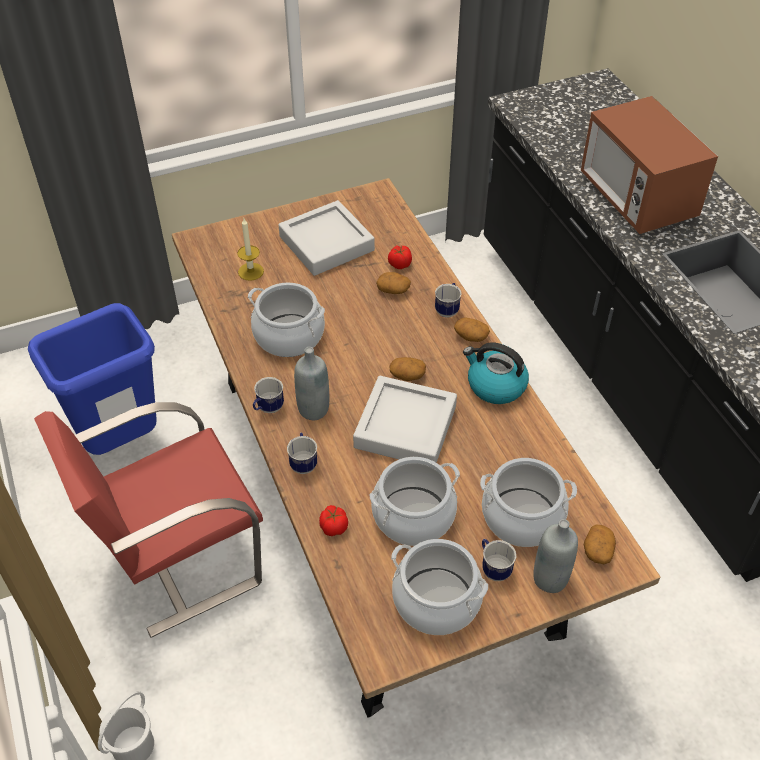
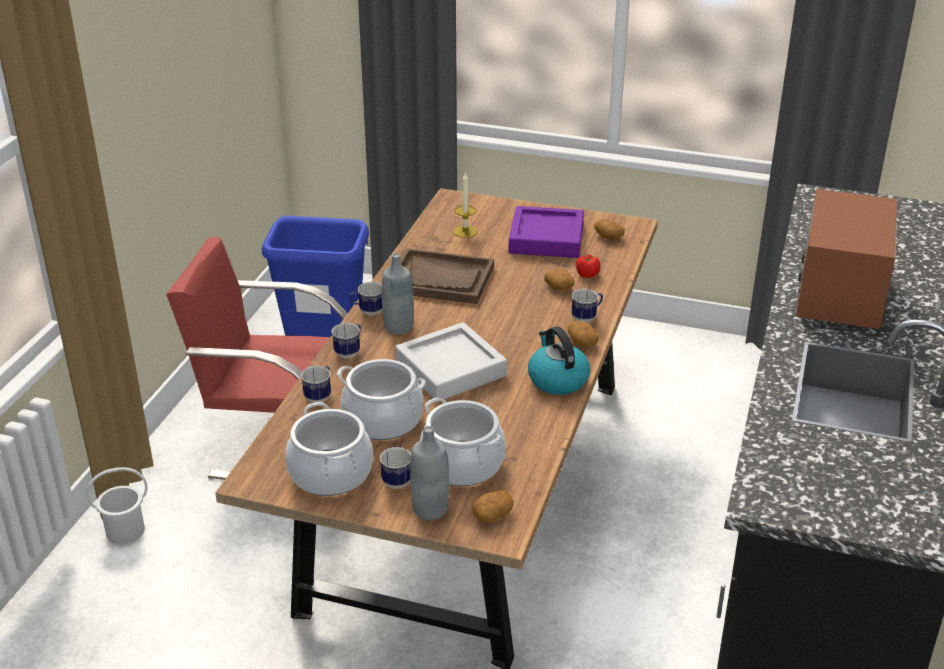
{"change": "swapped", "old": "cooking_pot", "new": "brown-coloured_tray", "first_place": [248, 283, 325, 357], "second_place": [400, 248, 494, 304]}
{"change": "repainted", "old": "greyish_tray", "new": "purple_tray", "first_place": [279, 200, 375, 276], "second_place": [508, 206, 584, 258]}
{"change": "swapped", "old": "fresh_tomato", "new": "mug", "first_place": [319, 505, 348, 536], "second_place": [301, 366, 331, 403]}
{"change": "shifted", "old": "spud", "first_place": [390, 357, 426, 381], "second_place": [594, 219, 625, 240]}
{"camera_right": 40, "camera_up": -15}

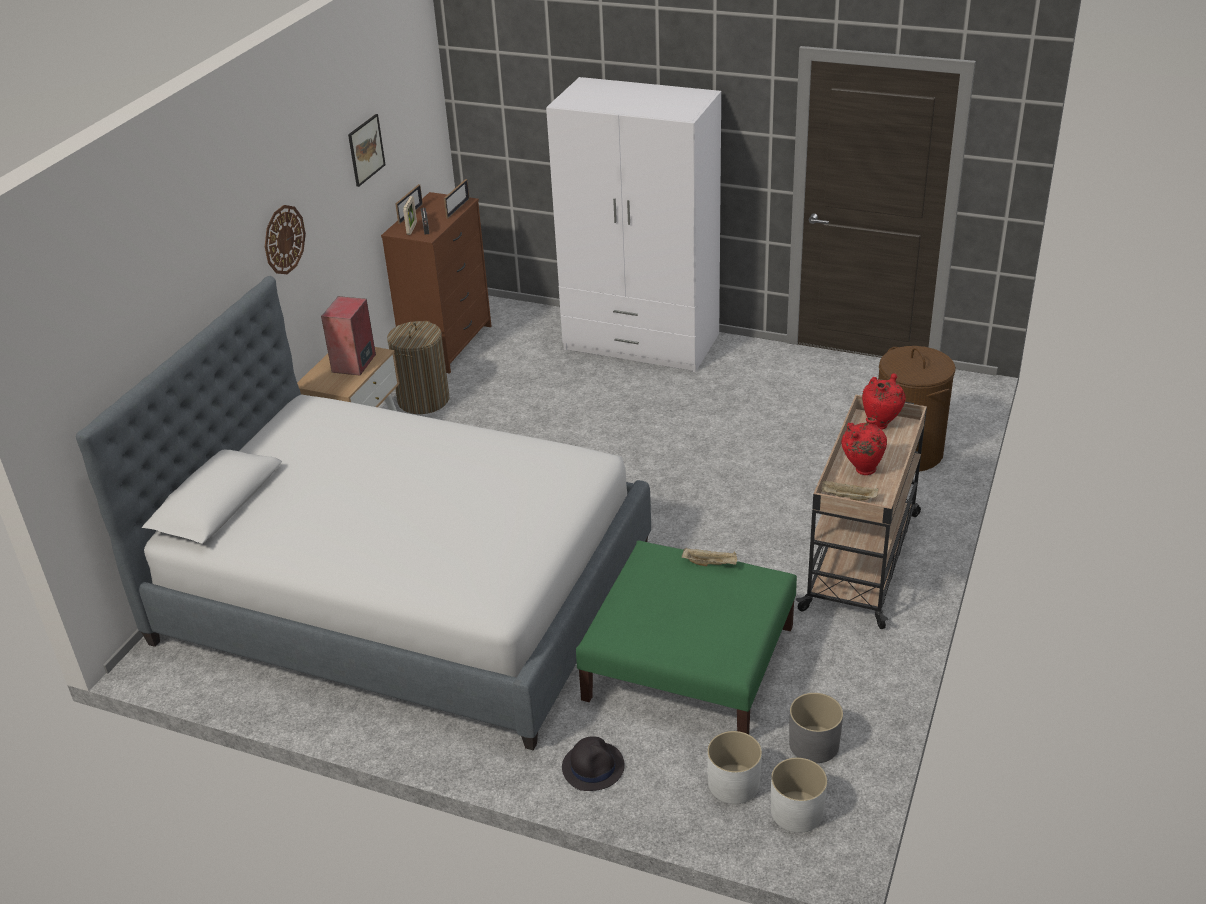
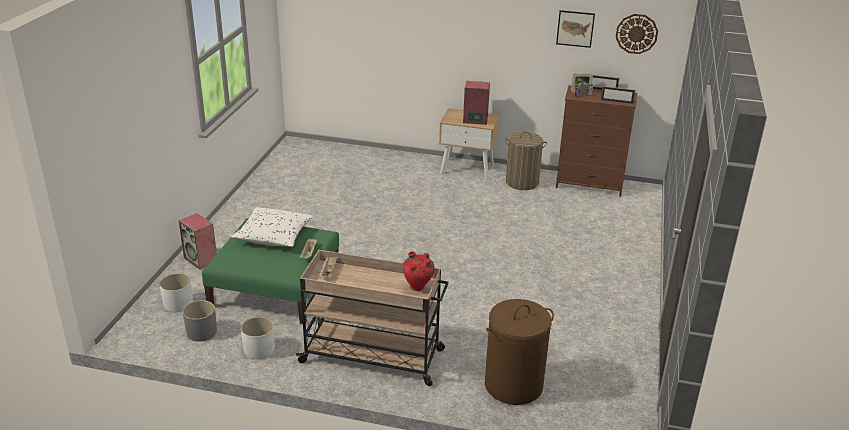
{"change": "gone", "old": "bed", "first_place": [76, 276, 651, 750]}
{"change": "shifted", "old": "wall_clock", "first_place": [265, 205, 306, 274], "second_place": [616, 14, 658, 54]}
{"change": "gone", "old": "whitish_clothes_cupboard", "first_place": [546, 77, 721, 372]}
{"change": "swapped", "old": "blackish_clothing_hat", "new": "audio_speaker", "first_place": [562, 736, 625, 791], "second_place": [179, 213, 217, 269]}
{"change": "shifted", "old": "whitish_planter", "first_place": [771, 758, 827, 833], "second_place": [241, 317, 275, 359]}
{"change": "gone", "old": "red_decorative_vase", "first_place": [842, 417, 887, 475]}
{"change": "new", "new": "whitish_pillow", "second_place": [231, 207, 313, 247]}
{"camera_right": 80, "camera_up": -5}

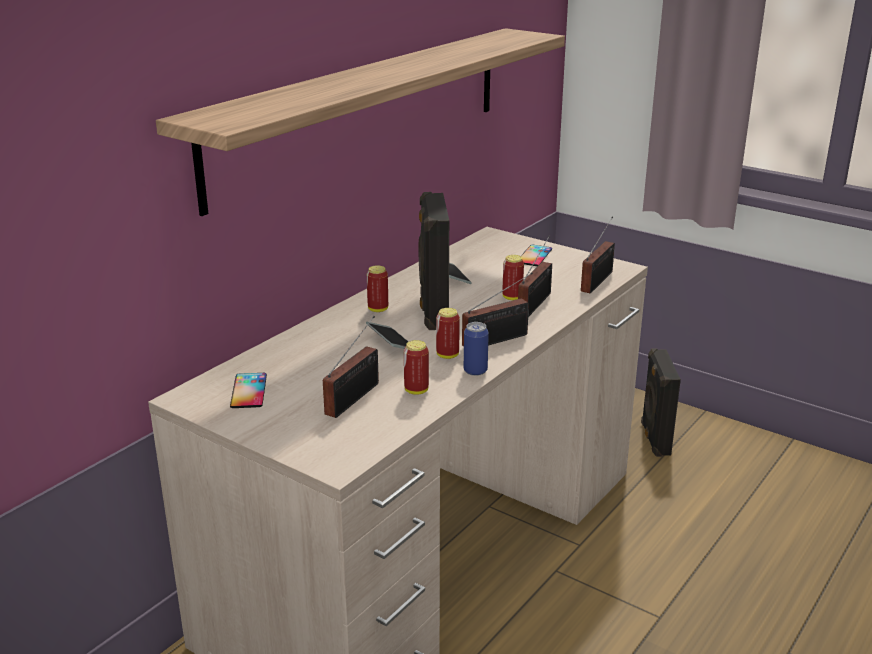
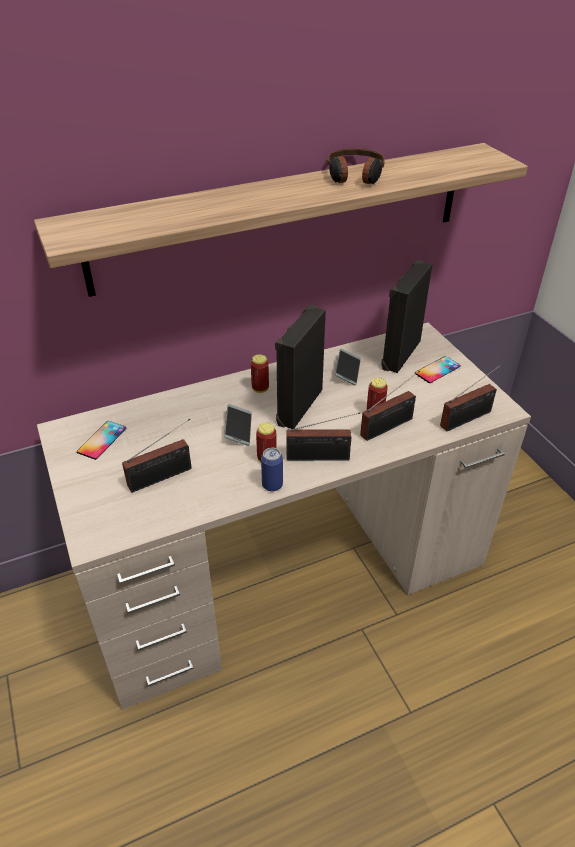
{"change": "gone", "old": "sealed_can", "first_place": [404, 340, 429, 395]}
{"change": "shifted", "old": "blackish_audio_speaker", "first_place": [641, 349, 681, 457], "second_place": [381, 260, 433, 373]}
{"change": "new", "new": "headset", "second_place": [327, 148, 385, 184]}
{"camera_right": 30, "camera_up": 15}

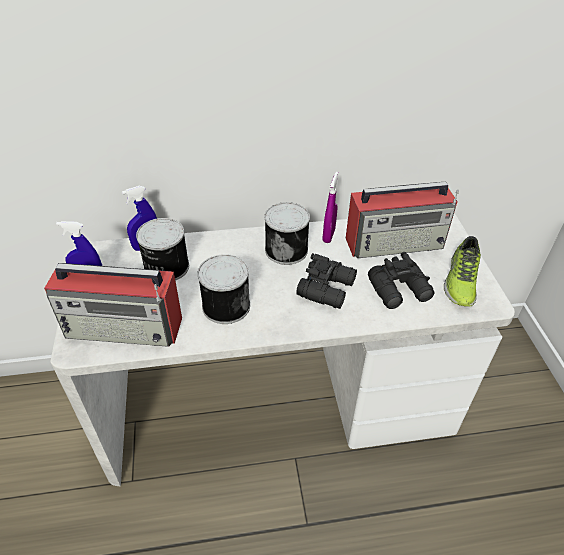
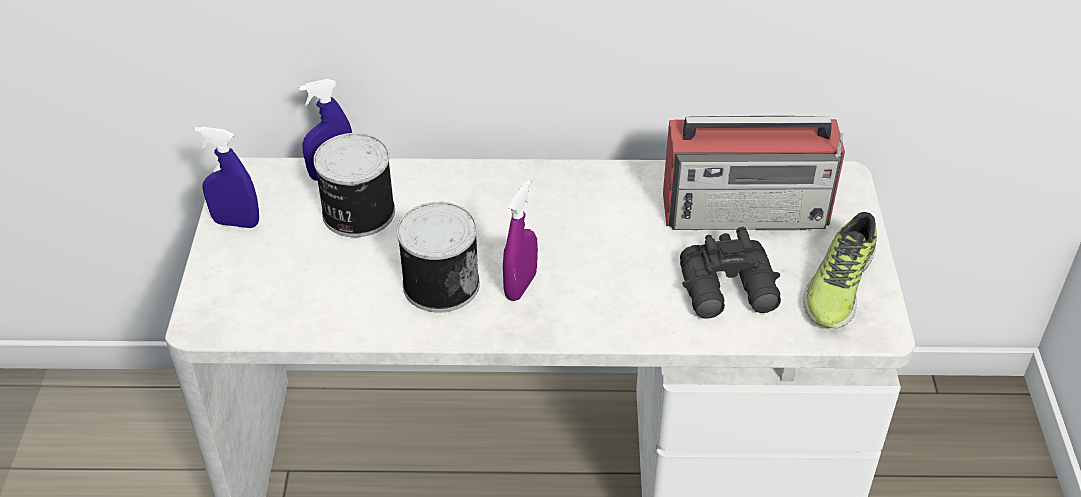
{"change": "gone", "old": "radio_receiver", "first_place": [44, 263, 182, 347]}
{"change": "gone", "old": "sealed_can", "first_place": [265, 202, 310, 265]}
{"change": "gone", "old": "blackish_binoculars", "first_place": [296, 253, 357, 309]}
{"change": "shifted", "old": "purple_hand_sprayer", "first_place": [323, 172, 338, 243], "second_place": [503, 179, 538, 301]}
{"camera_right": 10, "camera_up": 0}

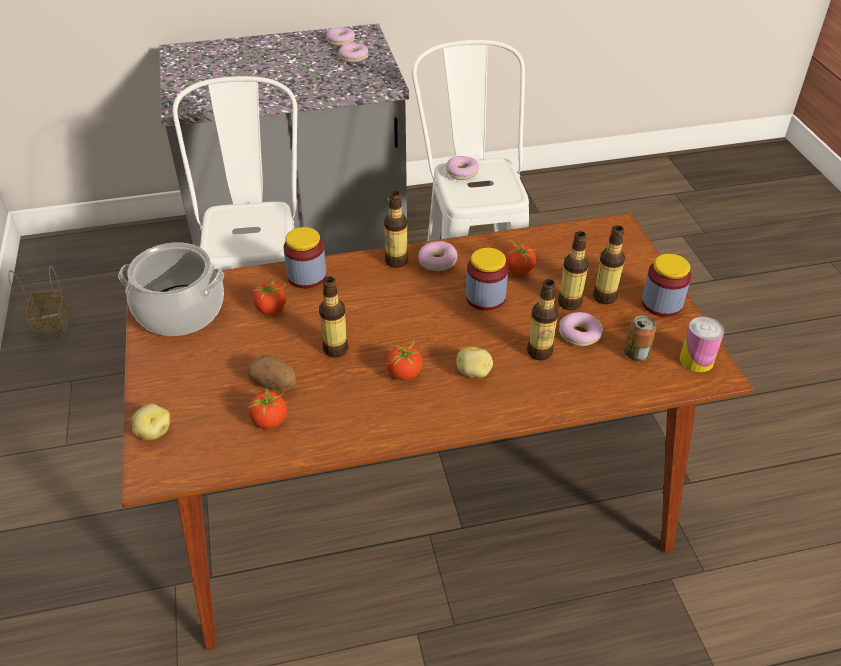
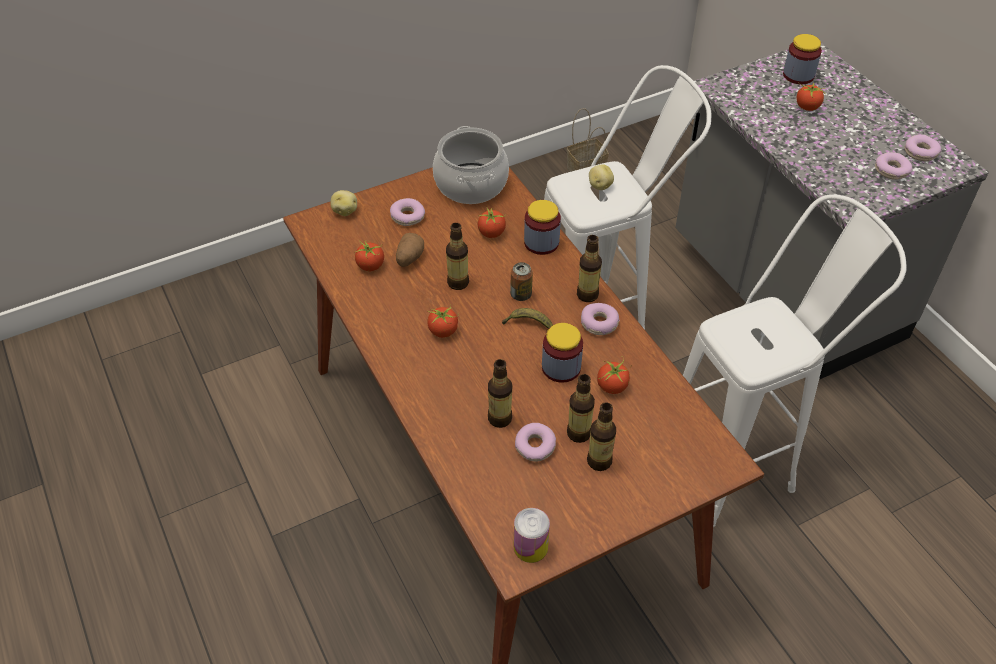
{"change": "shifted", "old": "ring_doughnut", "first_place": [446, 156, 479, 180], "second_place": [390, 198, 425, 226]}
{"change": "shifted", "old": "spud", "first_place": [456, 347, 493, 378], "second_place": [589, 164, 614, 190]}
{"change": "shifted", "old": "sealed_can", "first_place": [624, 315, 656, 361], "second_place": [510, 262, 533, 301]}
{"change": "shifted", "old": "storage_jar", "first_place": [642, 254, 691, 317], "second_place": [783, 34, 822, 84]}
{"change": "new", "new": "banana_fruit", "second_place": [502, 308, 553, 329]}
{"change": "new", "new": "fresh_tomato", "second_place": [796, 82, 825, 111]}
{"camera_right": 75, "camera_up": 5}

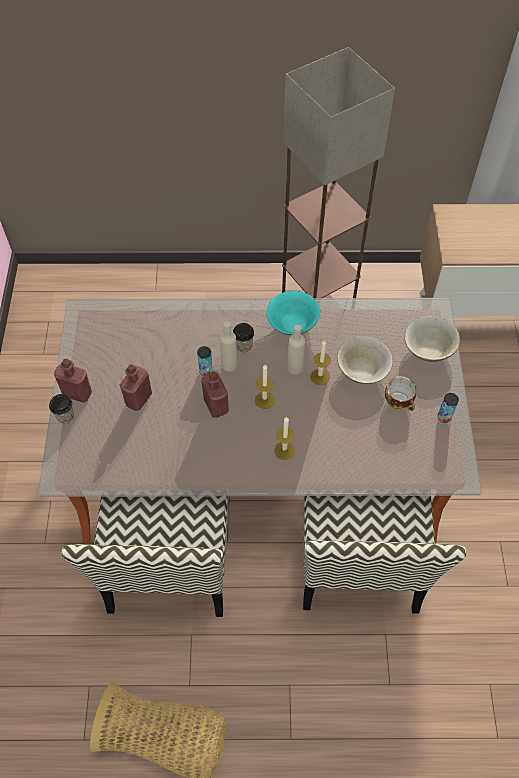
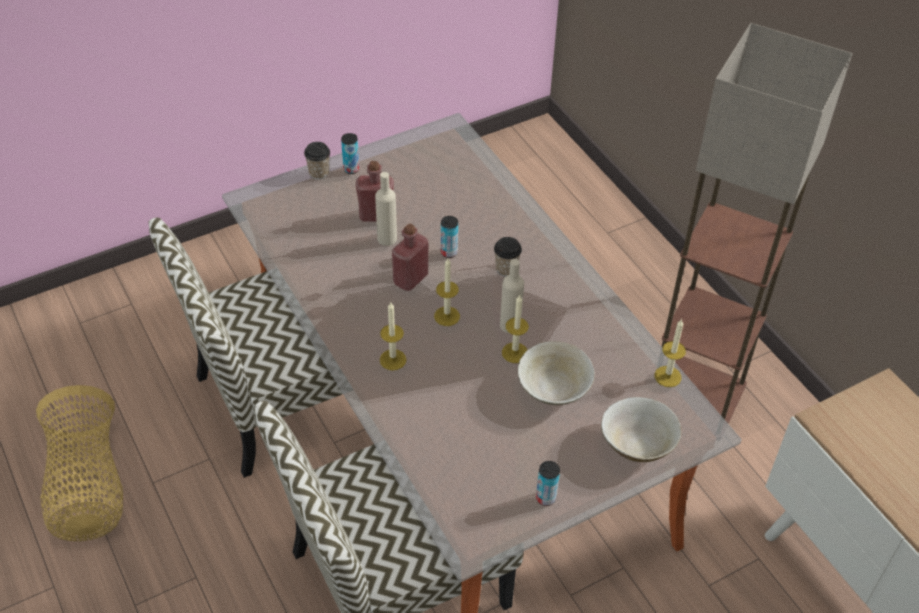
{"change": "swapped", "old": "red_bottle", "new": "sealed_can", "first_place": [54, 359, 92, 403], "second_place": [341, 133, 359, 174]}
{"change": "shifted", "old": "beige_bottle", "first_place": [220, 322, 237, 372], "second_place": [375, 172, 397, 246]}
{"change": "gone", "old": "turquoise_deep_dish", "first_place": [267, 291, 320, 335]}
{"change": "gone", "old": "small_cup", "first_place": [385, 376, 417, 411]}
{"change": "new", "new": "wax_candle", "second_place": [655, 319, 686, 387]}
{"camera_right": 60, "camera_up": -10}

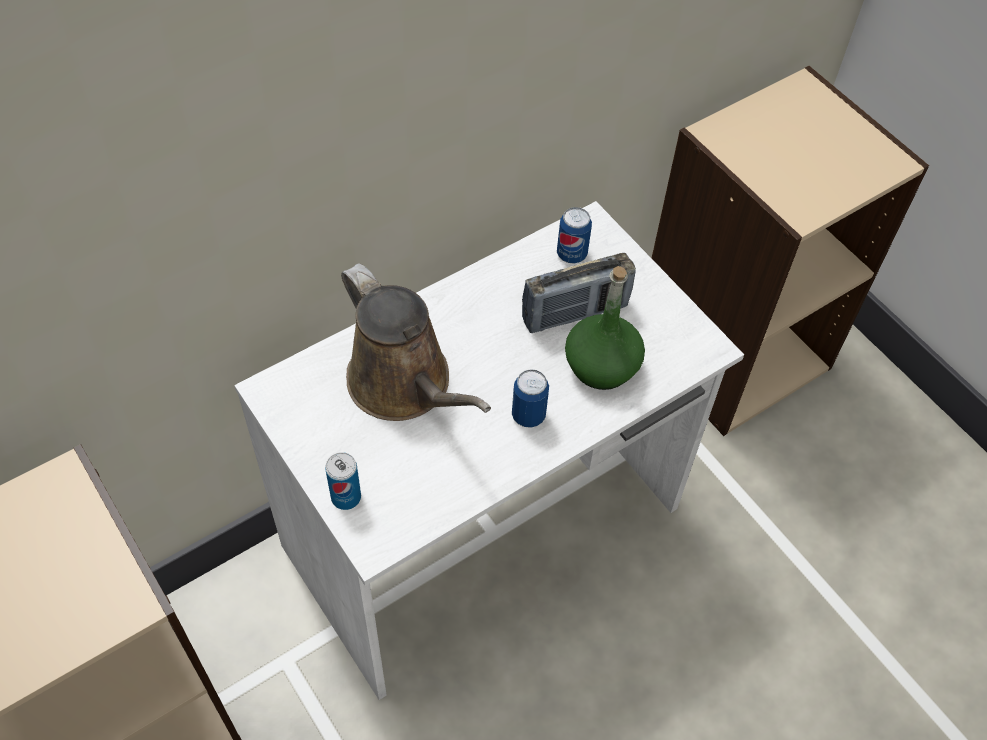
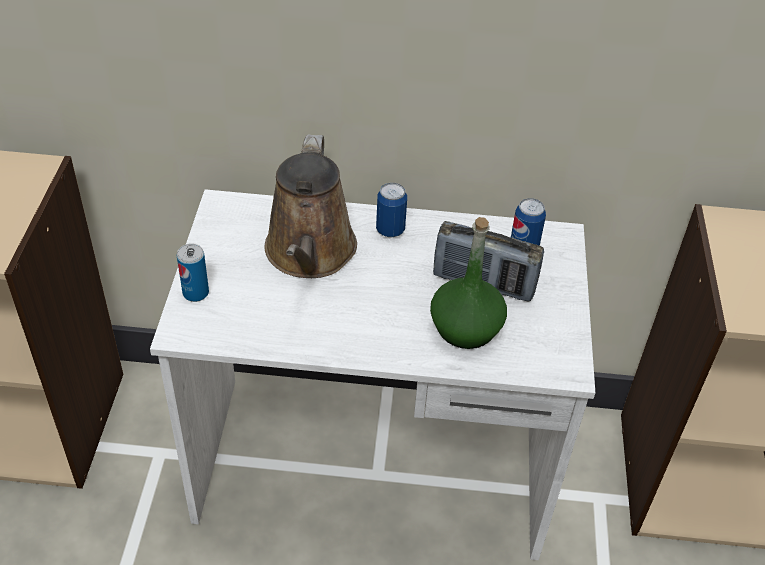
{"change": "shifted", "old": "sealed_can", "first_place": [512, 369, 549, 428], "second_place": [376, 183, 407, 237]}
{"camera_right": 40, "camera_up": -10}

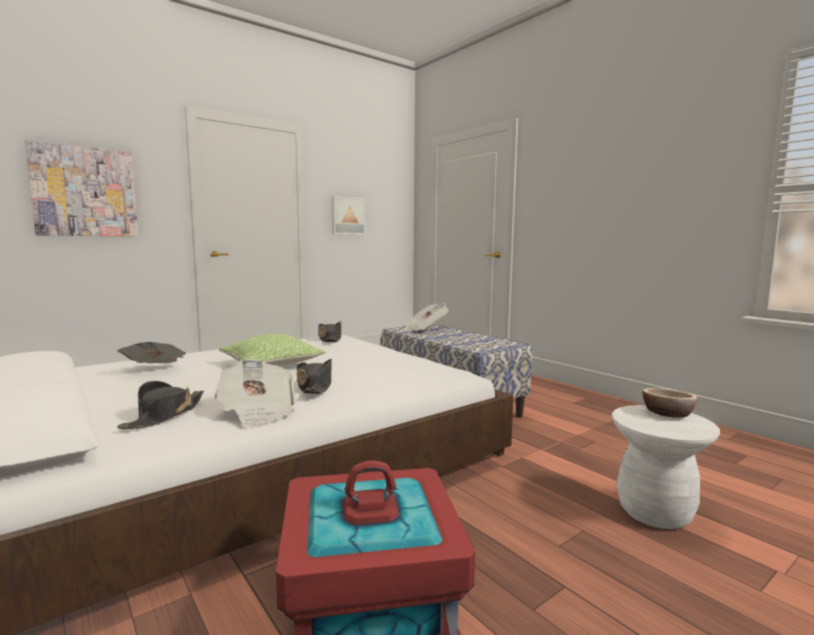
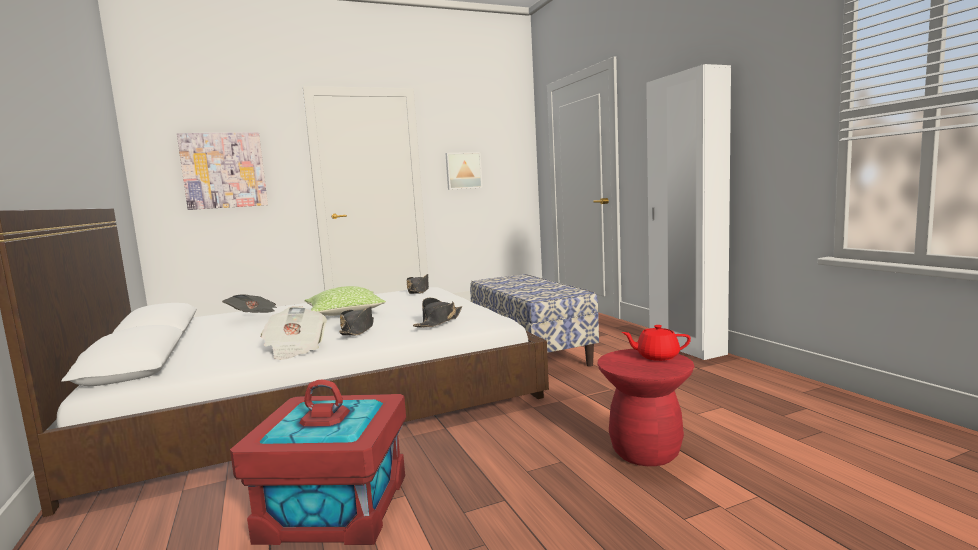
{"change": "shifted", "old": "blackish_clothing_hat", "first_place": [117, 381, 204, 429], "second_place": [413, 298, 462, 327]}
{"change": "gone", "old": "newspaper", "first_place": [404, 303, 449, 331]}
{"change": "repainted", "old": "whitish_sitting_stool", "new": "red_sitting_stool", "first_place": [612, 405, 720, 529], "second_place": [597, 349, 694, 466]}
{"change": "swapped", "old": "deep_dish", "new": "red_pot_for_tea", "first_place": [643, 388, 698, 418], "second_place": [621, 325, 691, 361]}
{"change": "new", "new": "whitish_clothes_cupboard", "second_place": [646, 64, 731, 360]}
{"camera_right": 15, "camera_up": 0}

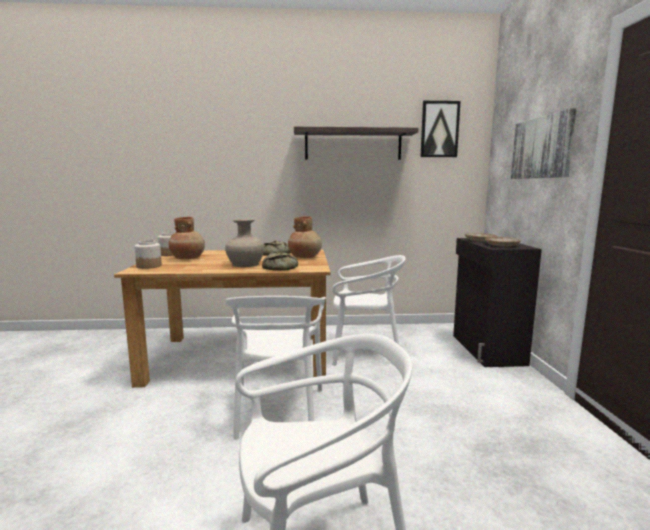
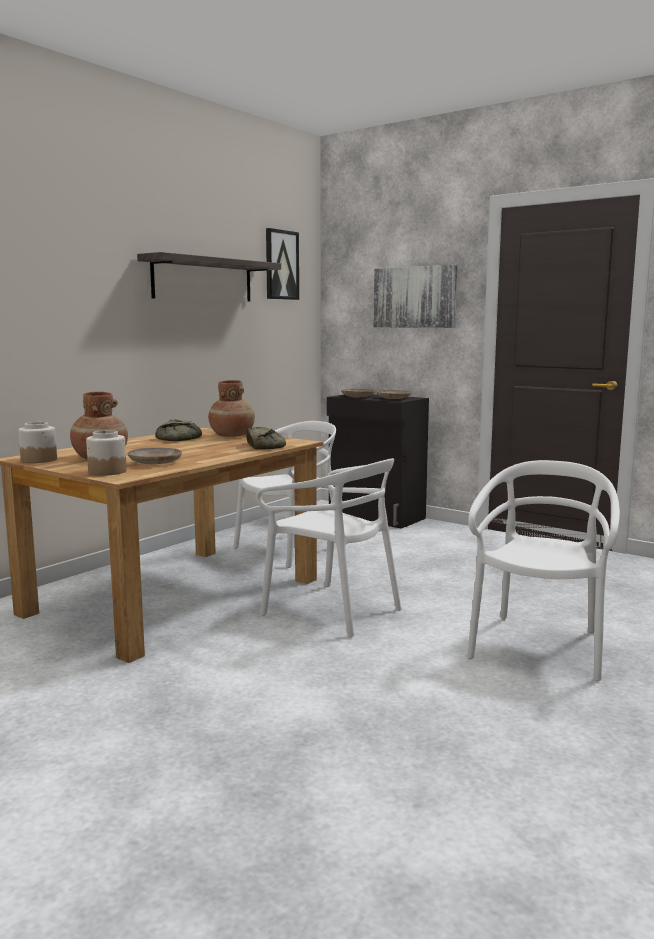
{"change": "gone", "old": "beige_decorative_vase", "first_place": [225, 219, 265, 267]}
{"change": "new", "new": "beige_flat_dish", "second_place": [128, 447, 182, 464]}
{"camera_right": -50, "camera_up": 0}

